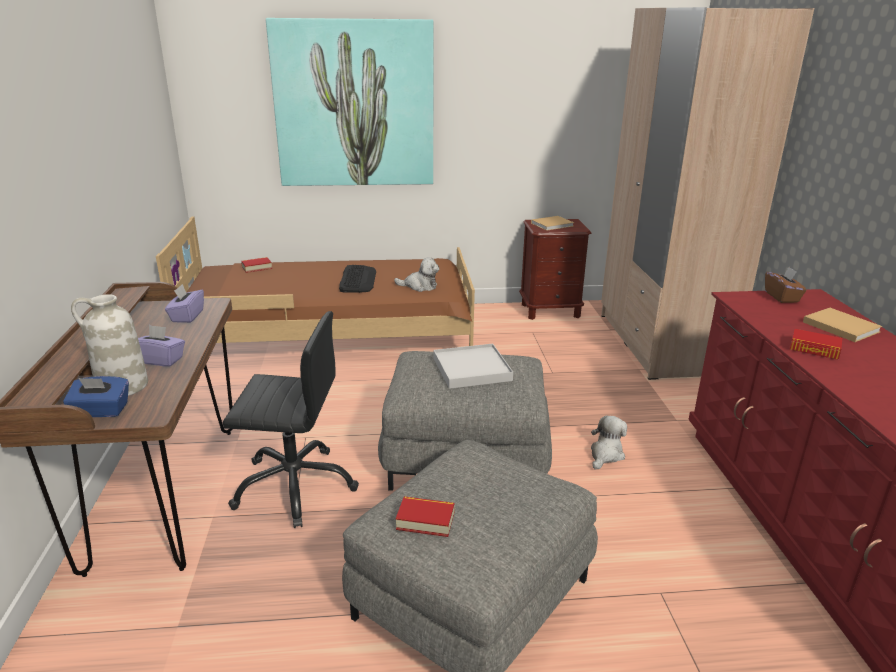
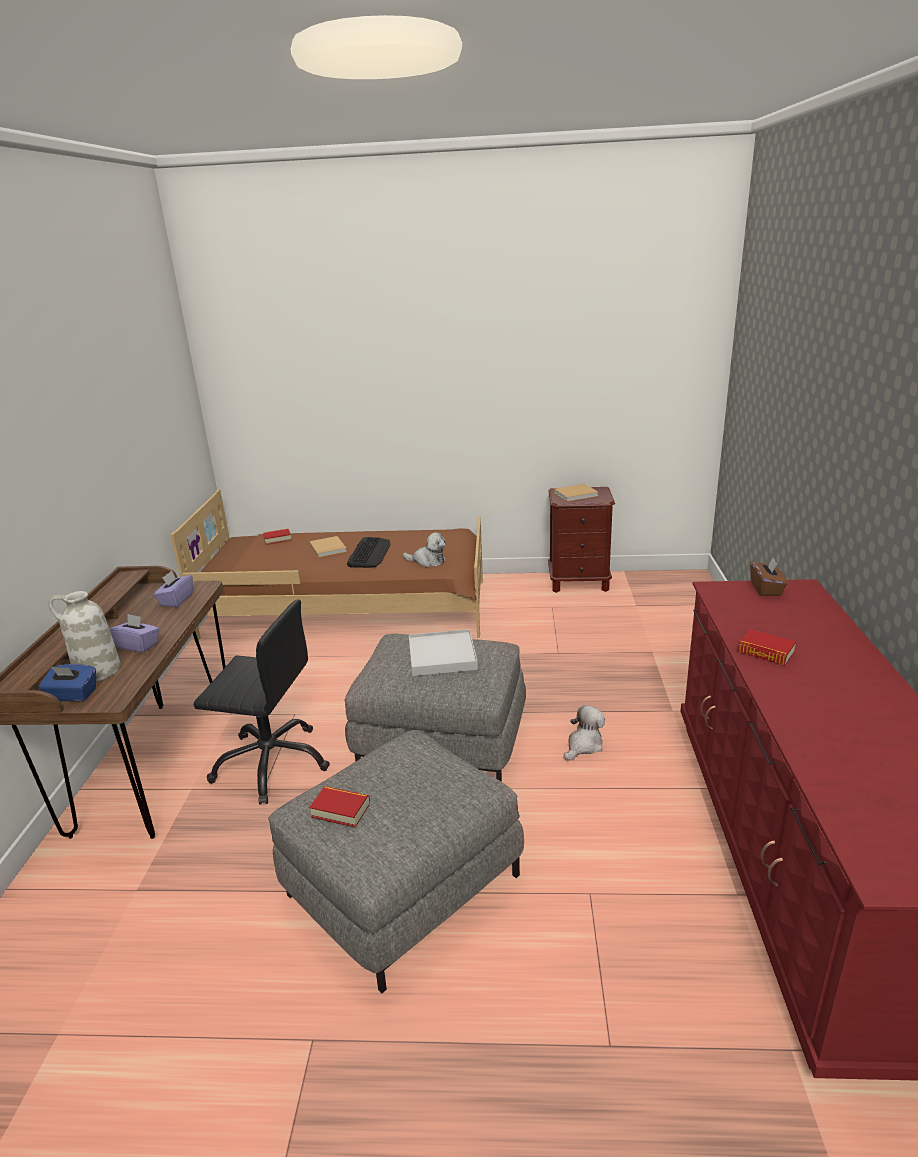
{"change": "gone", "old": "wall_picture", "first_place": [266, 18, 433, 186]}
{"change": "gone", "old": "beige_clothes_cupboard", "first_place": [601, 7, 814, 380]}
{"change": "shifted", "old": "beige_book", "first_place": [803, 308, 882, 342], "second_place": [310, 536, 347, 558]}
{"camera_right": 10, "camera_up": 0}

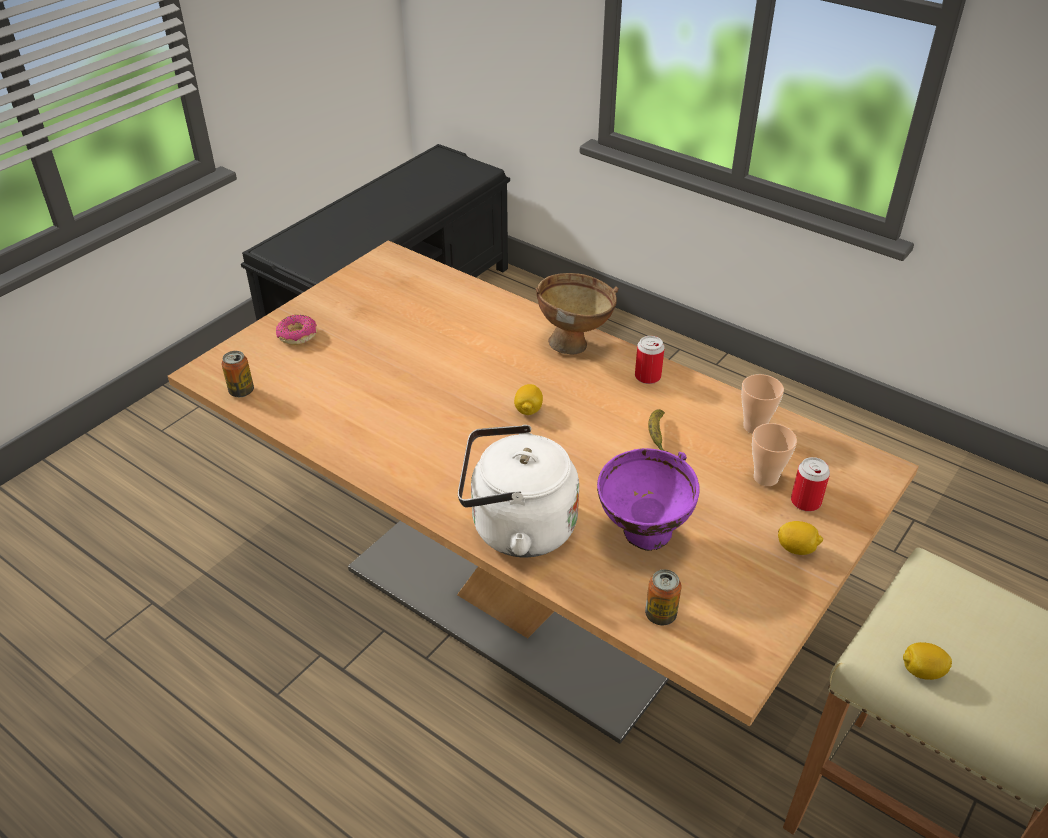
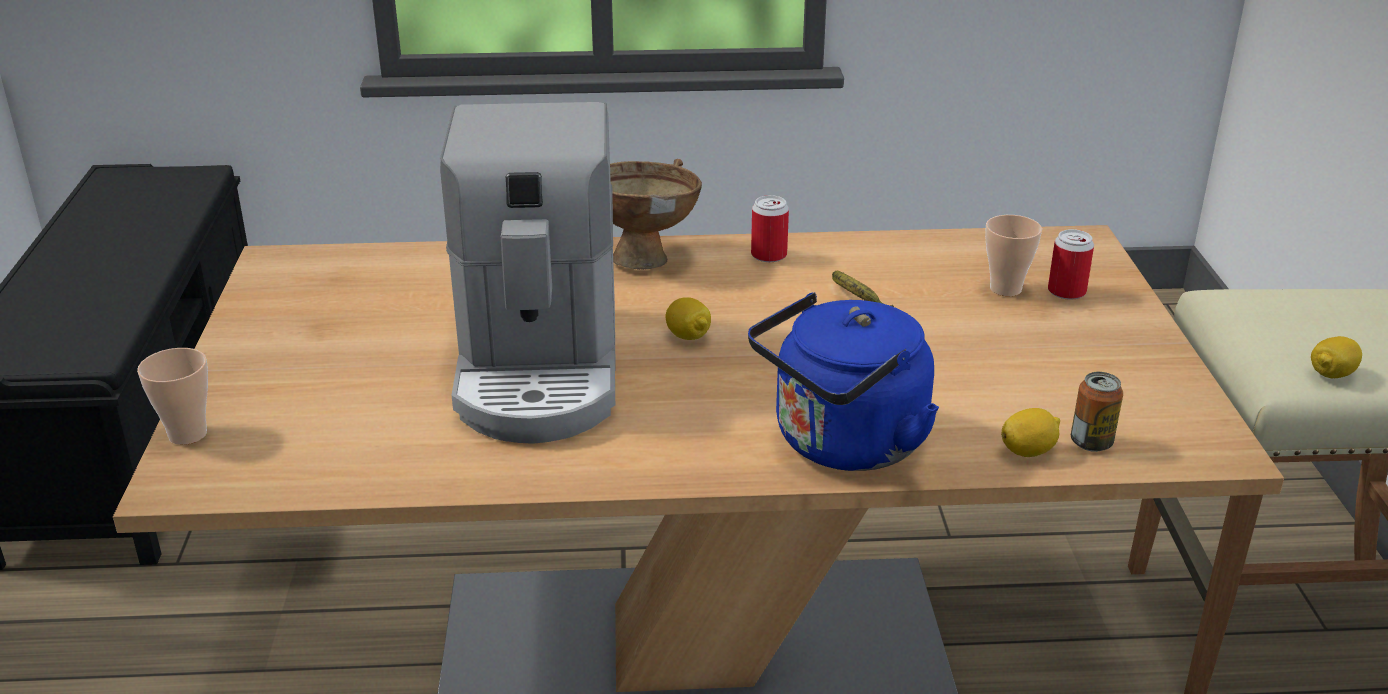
{"change": "gone", "old": "sealed_can", "first_place": [221, 351, 254, 397]}
{"change": "gone", "old": "ring_doughnut", "first_place": [276, 315, 317, 345]}
{"change": "repainted", "old": "whitish_water_kettle", "new": "blue_water_kettle", "first_place": [458, 425, 579, 558], "second_place": [748, 292, 939, 471]}
{"change": "gone", "old": "purple_deep_dish", "first_place": [597, 448, 700, 551]}
{"change": "shifted", "old": "small_cup", "first_place": [741, 374, 784, 434], "second_place": [137, 348, 208, 445]}
{"change": "shifted", "old": "lemon", "first_place": [778, 521, 823, 555], "second_place": [1001, 408, 1060, 457]}
{"change": "new", "new": "coffee_machine", "second_place": [440, 102, 616, 444]}
{"camera_right": -40, "camera_up": -10}

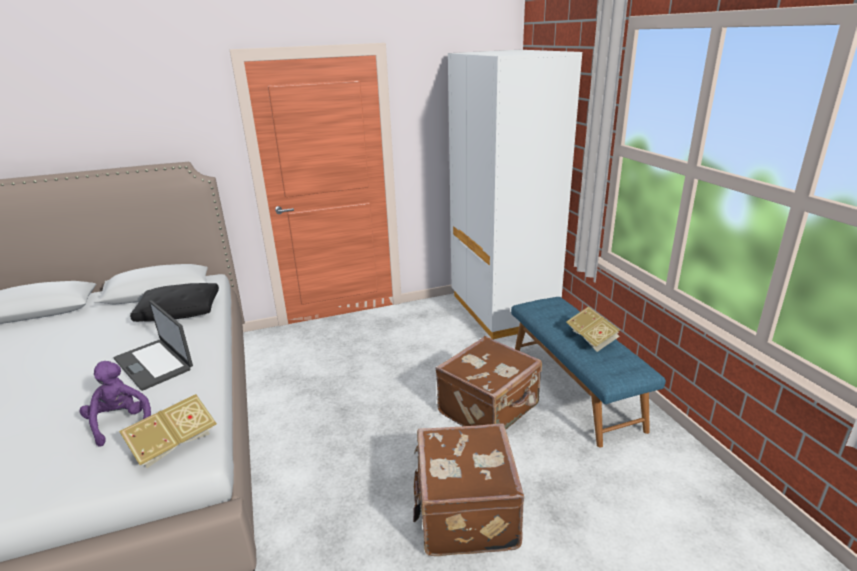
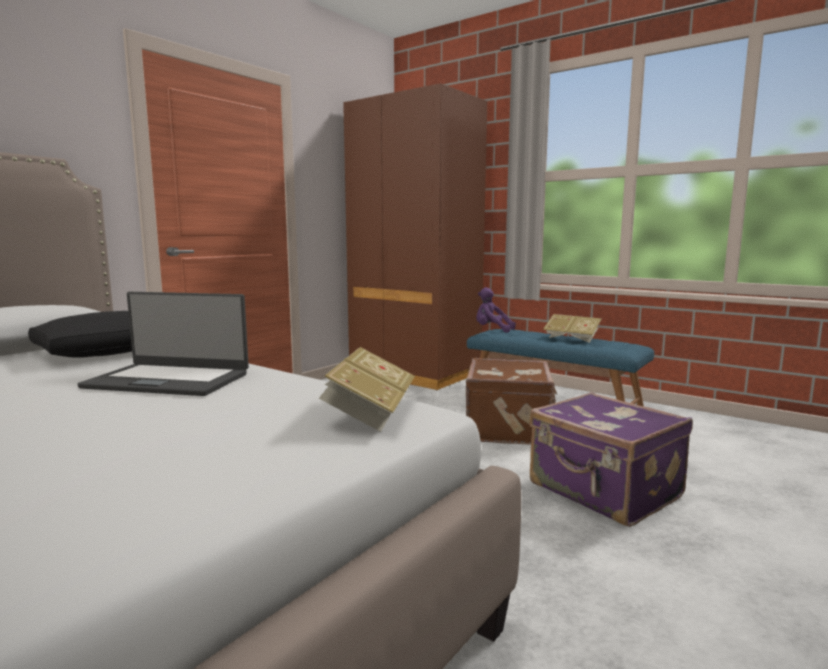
{"change": "shifted", "old": "purple_plush_toy", "first_place": [80, 361, 151, 447], "second_place": [476, 287, 516, 332]}
{"change": "repainted", "old": "brown-coloured_travel_case", "new": "purple_travel_case", "first_place": [413, 424, 524, 556], "second_place": [529, 392, 693, 527]}
{"change": "repainted", "old": "whitish_clothes_cupboard", "new": "brown-coloured_clothes_cupboard", "first_place": [448, 50, 582, 340], "second_place": [343, 83, 487, 390]}
{"camera_right": -35, "camera_up": -15}

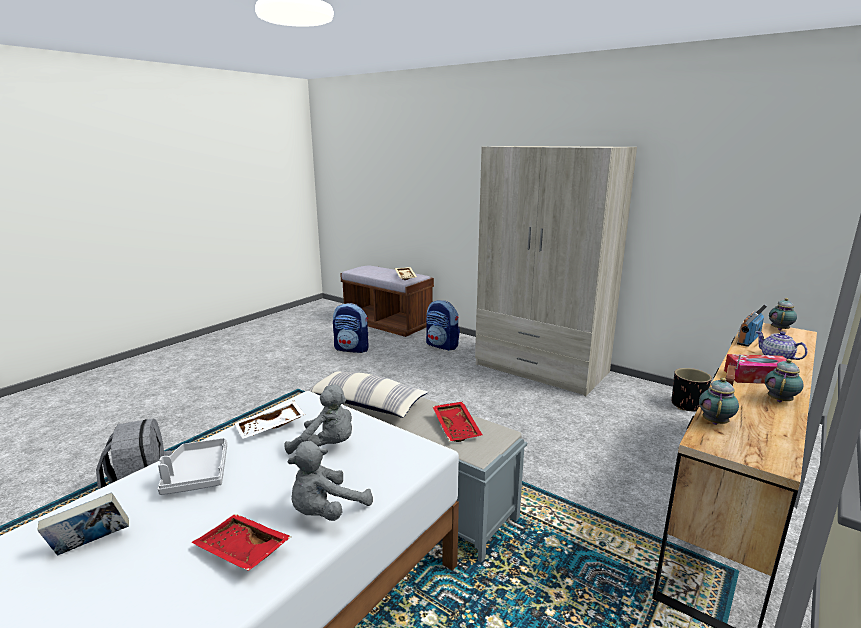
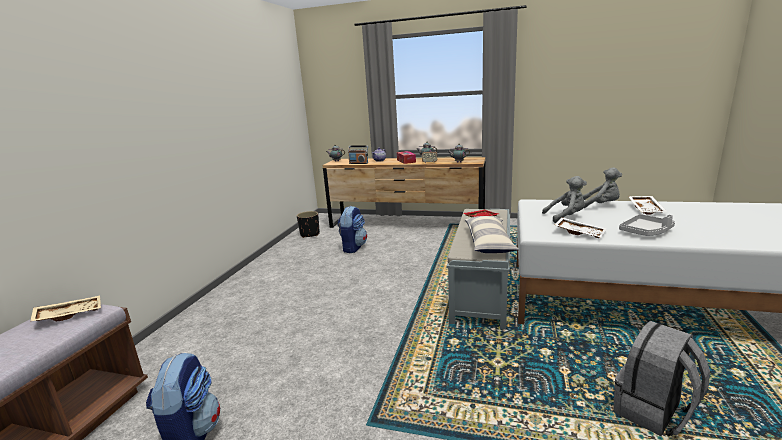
{"change": "gone", "old": "book", "first_place": [38, 492, 129, 555]}
{"change": "repainted", "old": "red_tray", "new": "whitish_tray", "first_place": [191, 514, 292, 571], "second_place": [628, 196, 667, 215]}
{"change": "rotated", "old": "greyish_plush_toy", "first_place": [284, 384, 352, 454], "second_place": [542, 176, 587, 223], "degrees": 90}
{"change": "shifted", "old": "rucksack", "first_place": [426, 300, 460, 351], "second_place": [338, 206, 367, 253]}
{"change": "gone", "old": "beige_clothes_cupboard", "first_place": [475, 146, 637, 396]}
{"camera_right": -110, "camera_up": 0}

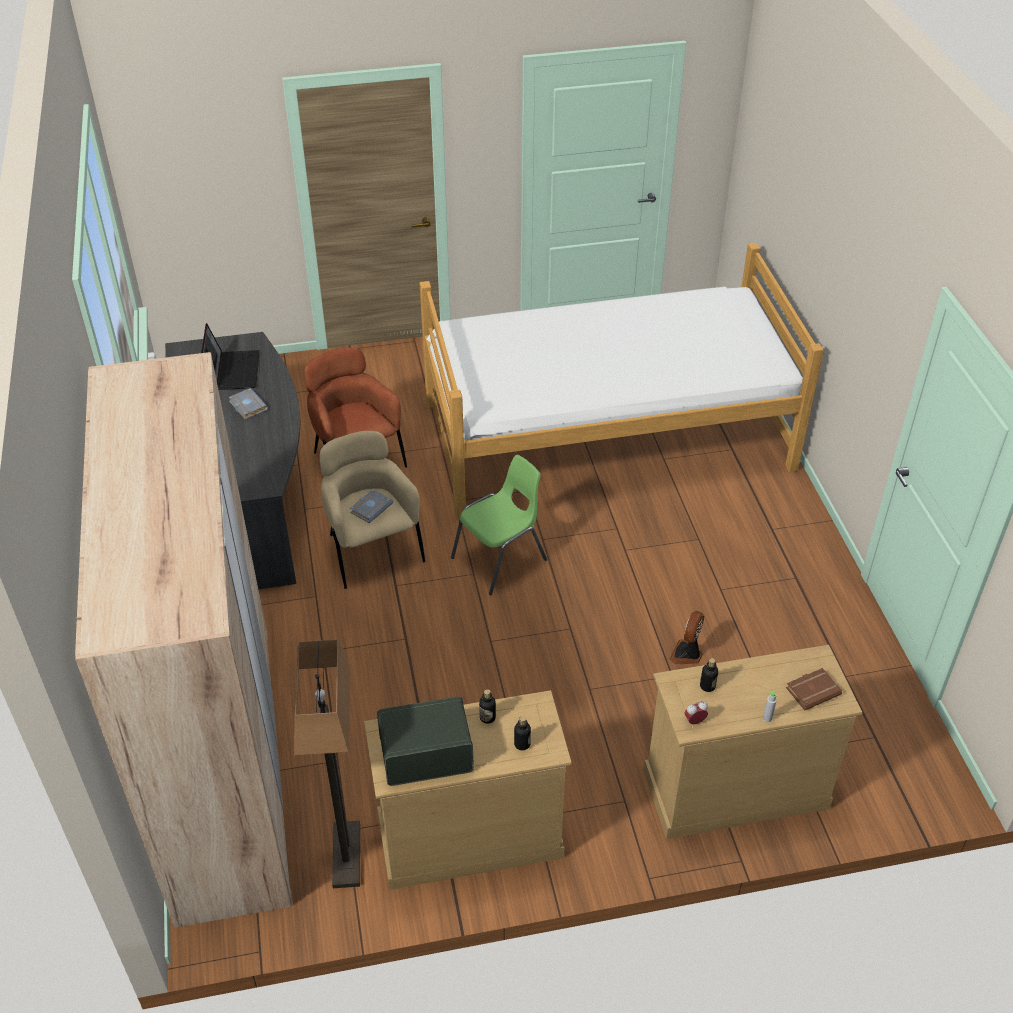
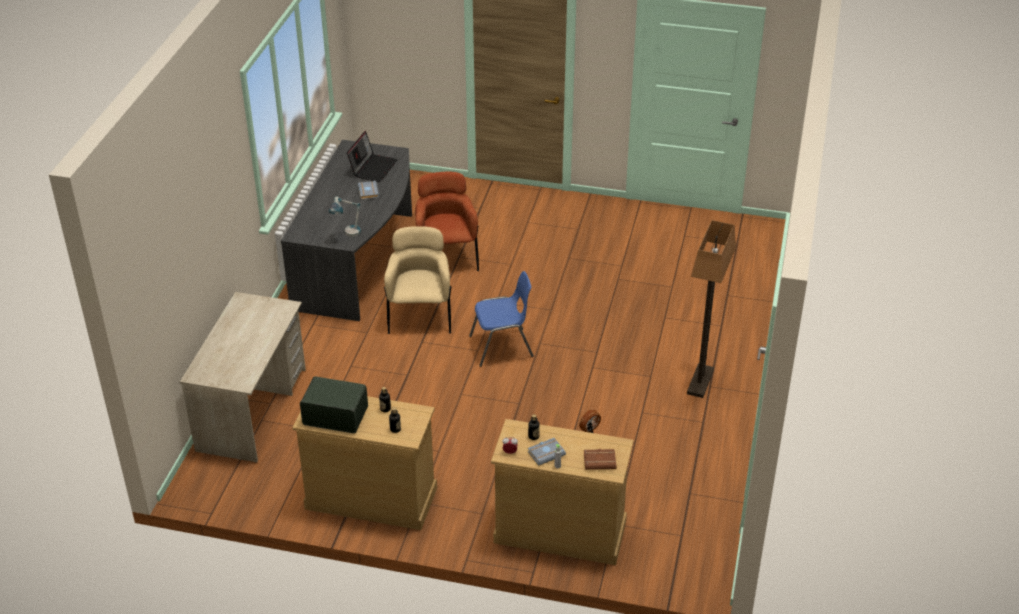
{"change": "swapped", "old": "beige_clothes_cupboard", "new": "beige_desk", "first_place": [75, 352, 292, 928], "second_place": [180, 292, 306, 462]}
{"change": "shifted", "old": "standard_lamp", "first_place": [294, 639, 360, 888], "second_place": [687, 220, 736, 398]}
{"change": "shifted", "old": "greyish_book", "first_place": [350, 489, 393, 523], "second_place": [528, 438, 566, 466]}
{"change": "gone", "old": "bed", "first_place": [420, 243, 824, 520]}
{"change": "repainted", "old": "green-coloured_upright_chair", "new": "blue_upright_chair", "first_place": [451, 455, 547, 595], "second_place": [469, 271, 534, 367]}
{"change": "new", "new": "table_lamp", "second_place": [329, 197, 361, 237]}
{"camera_right": 25, "camera_up": -5}

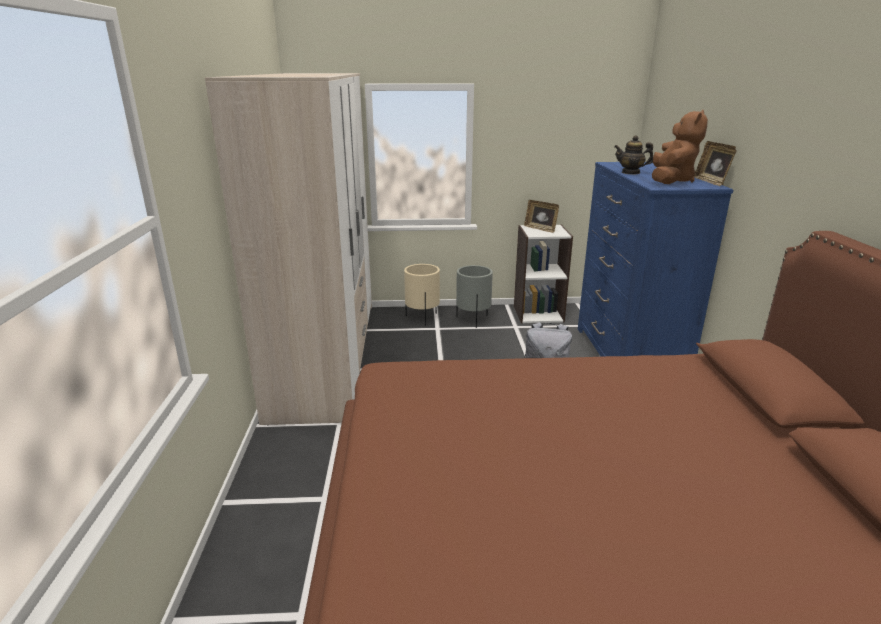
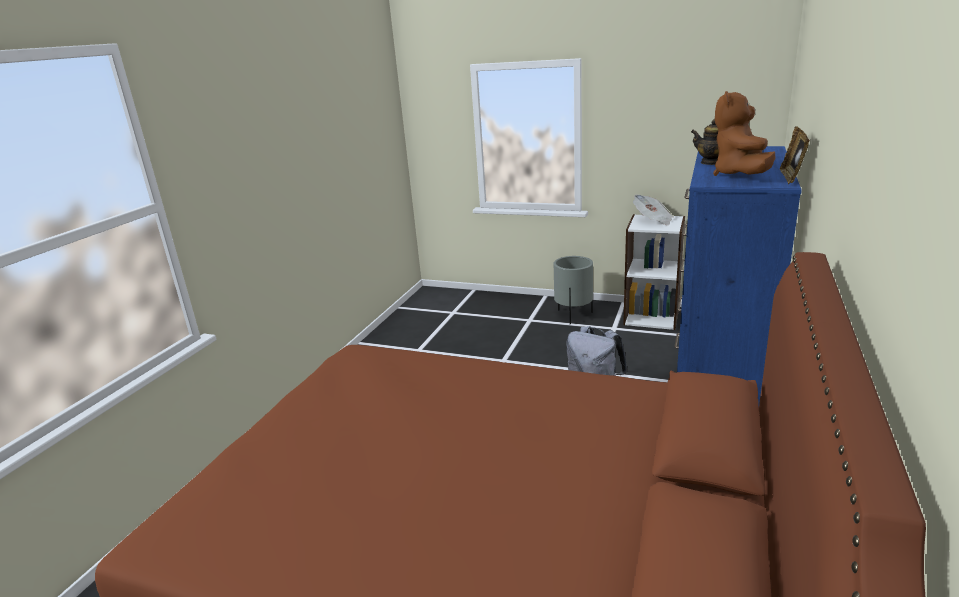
{"change": "gone", "old": "clothes_cupboard", "first_place": [205, 73, 372, 425]}
{"change": "gone", "old": "beige_planter", "first_place": [404, 264, 440, 326]}
{"change": "swapped", "old": "standing_frame", "new": "newspaper", "first_place": [524, 200, 559, 233], "second_place": [633, 194, 674, 225]}
{"change": "rotated", "old": "brown-coloured_plush_toy", "first_place": [652, 110, 708, 184], "second_place": [713, 91, 775, 176], "degrees": 150}
{"camera_right": 25, "camera_up": 0}

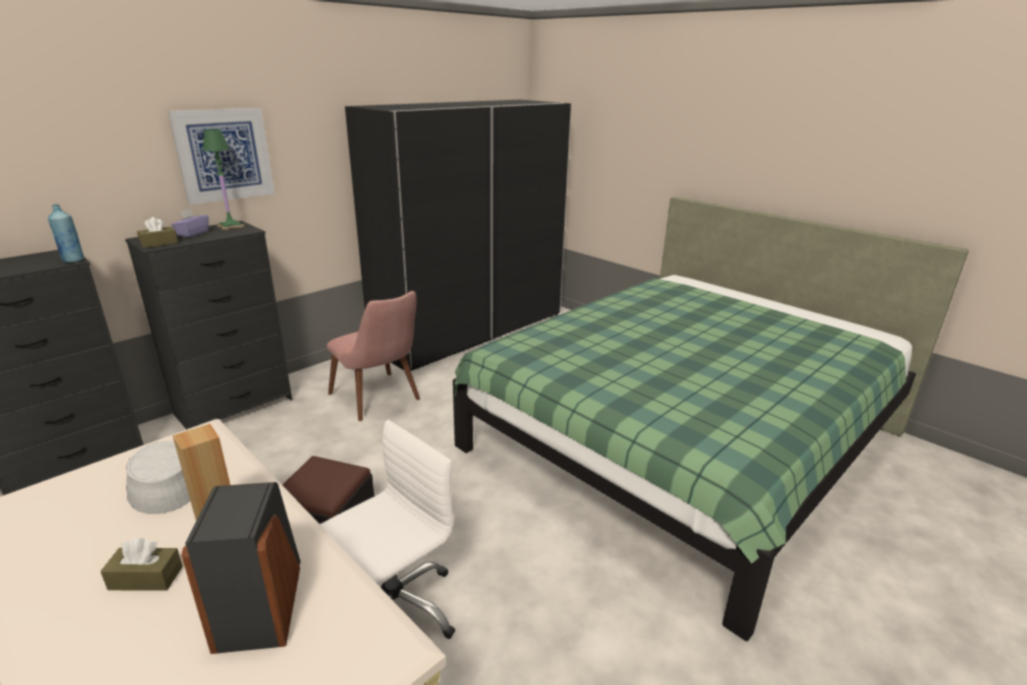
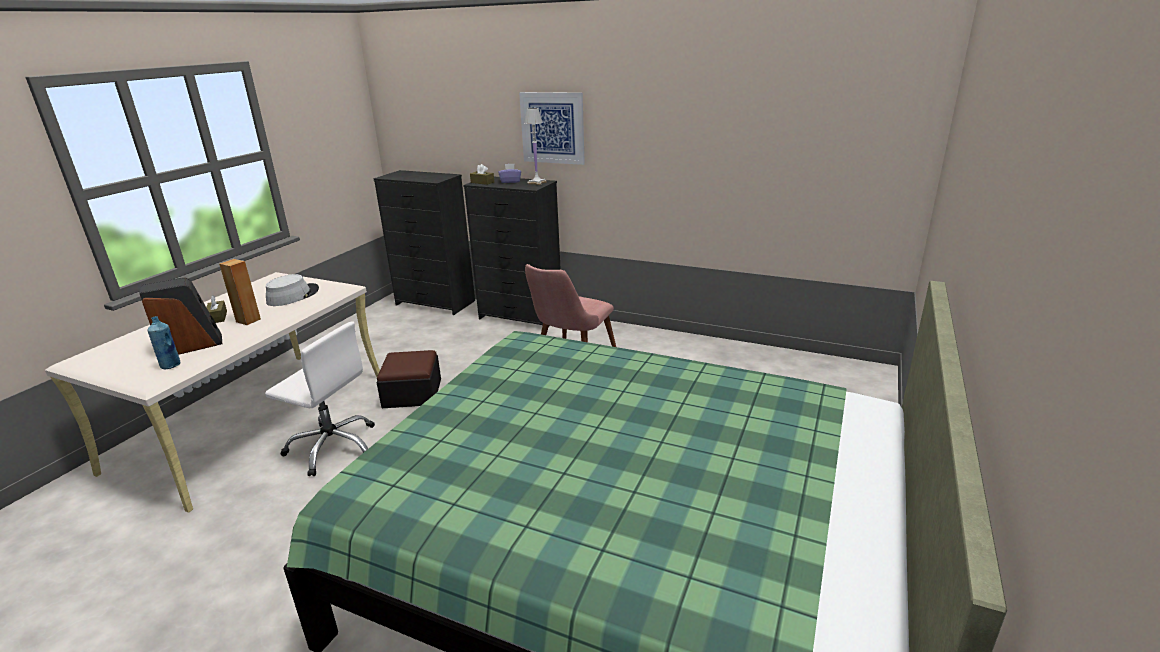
{"change": "shifted", "old": "blue_bottle", "first_place": [48, 204, 85, 263], "second_place": [147, 316, 180, 369]}
{"change": "repainted", "old": "green-coloured_table_lamp", "new": "whitish_table_lamp", "first_place": [203, 129, 244, 230], "second_place": [524, 108, 547, 185]}
{"change": "gone", "old": "blackish_clothes_cupboard", "first_place": [345, 100, 572, 371]}
{"camera_right": 70, "camera_up": 0}

